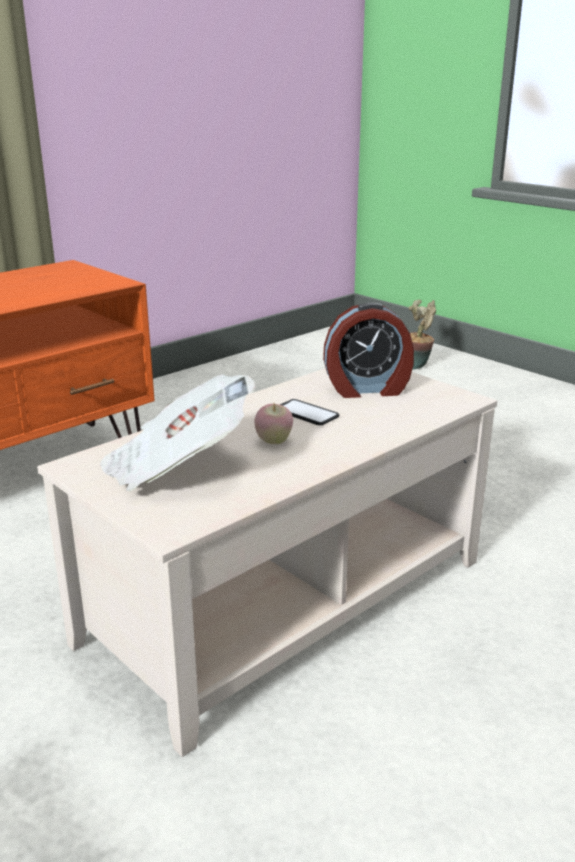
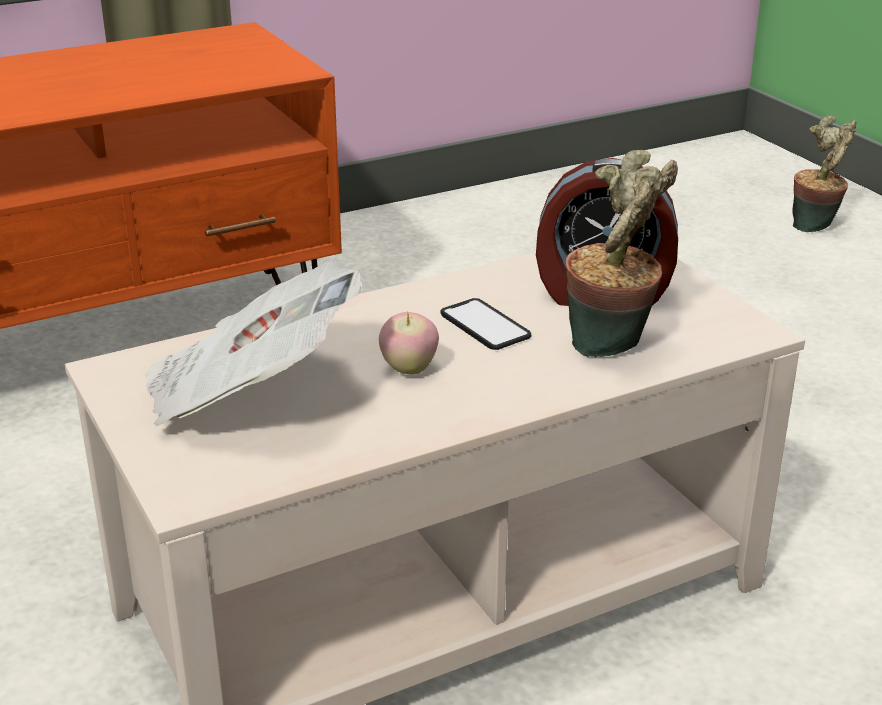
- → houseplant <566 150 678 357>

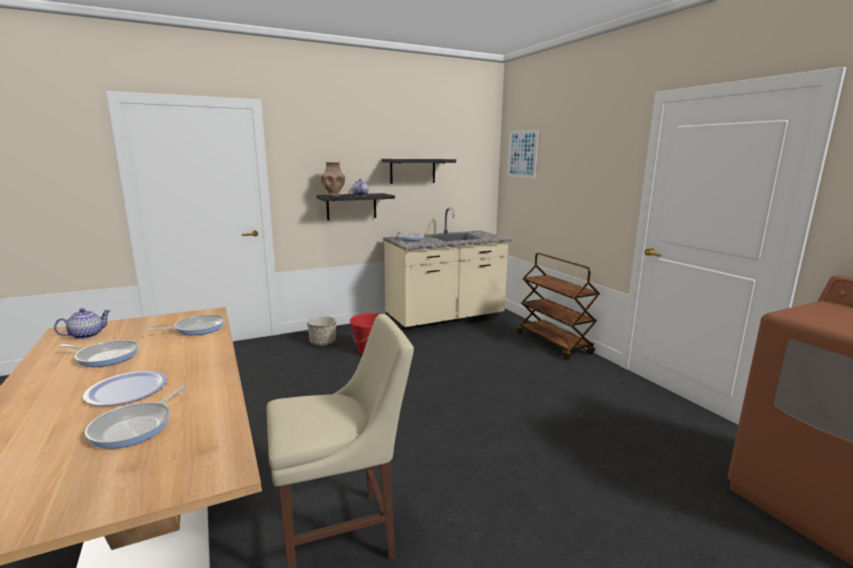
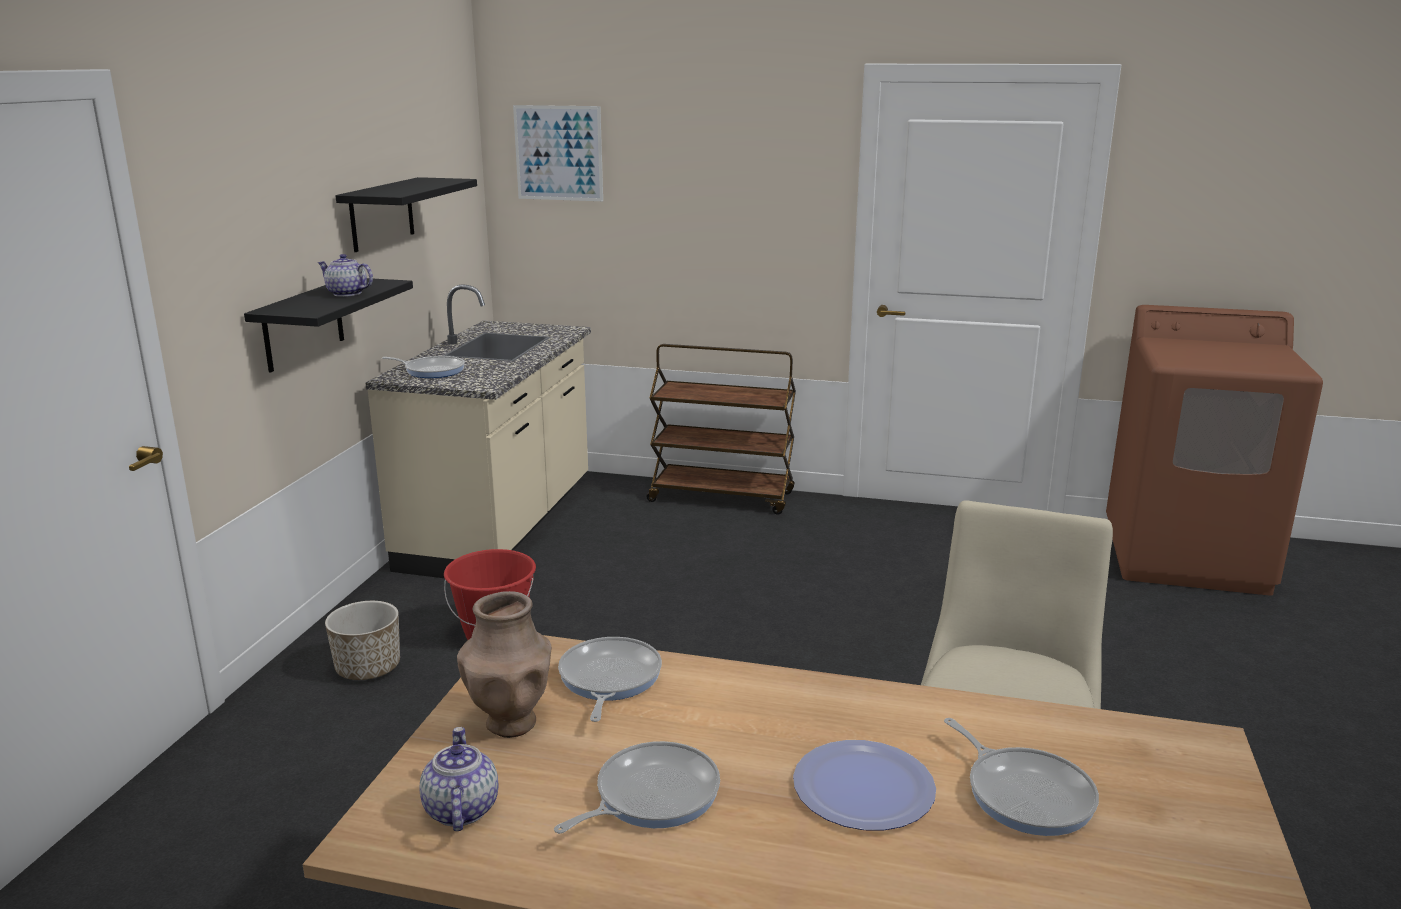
brown-coloured vase <321 162 345 197> → brown-coloured vase <457 591 552 738>, moved

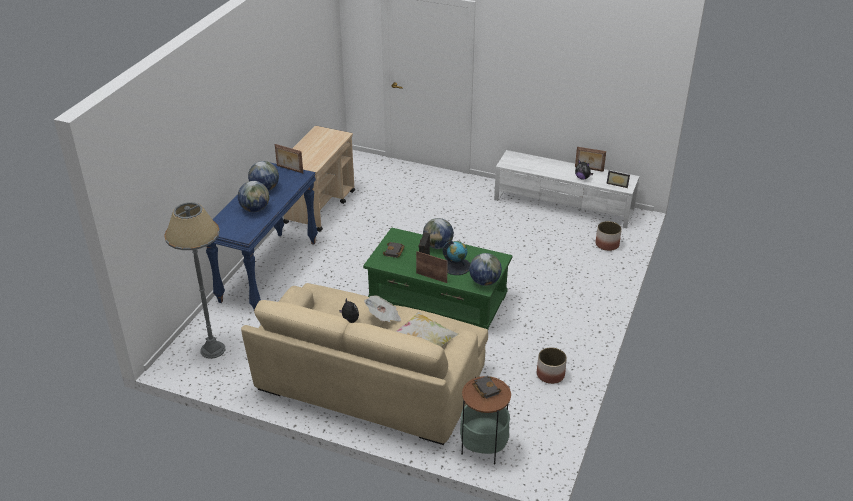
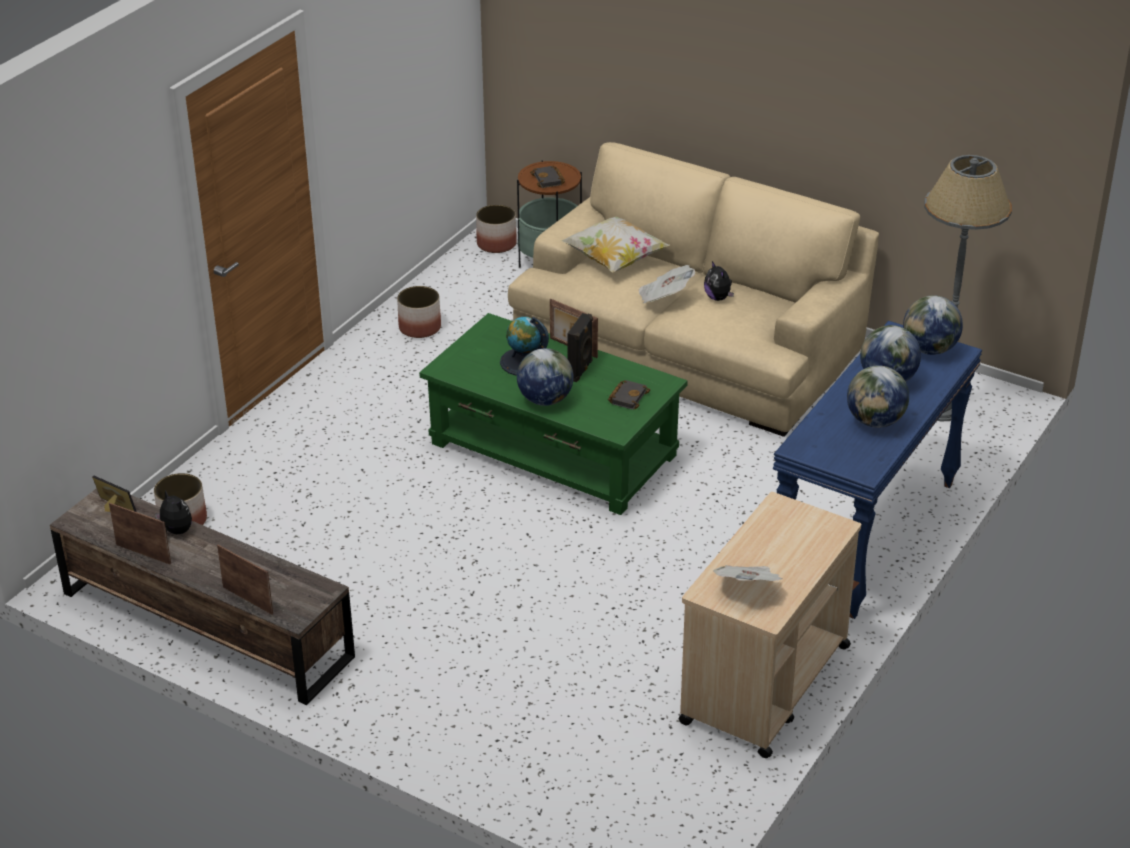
- → planter <476 205 517 253>
- → printed paper <713 565 783 581>
photo frame <275 144 303 173> → photo frame <217 545 273 615>, moved
desk globe <469 253 502 286> → desk globe <903 295 963 355>, moved
white-coloured tv stand <494 150 639 228> → brown-coloured tv stand <50 488 355 705>

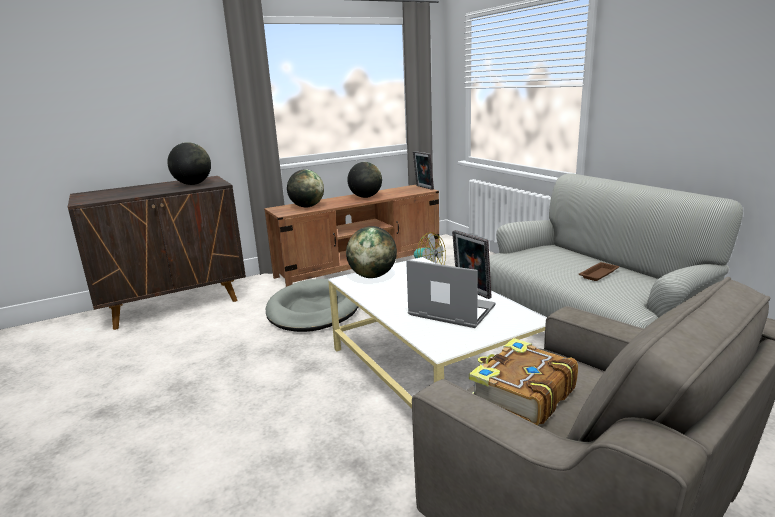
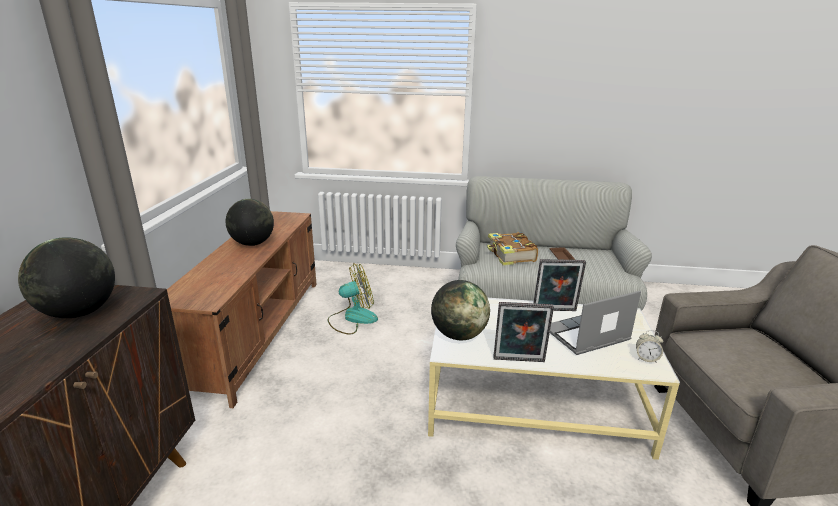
grey pet bed <266 278 358 332> → -
desk globe <287 169 324 208> → -
- → table clock <636 330 664 363>
photo frame <413 151 434 190> → photo frame <494 302 554 362>, moved
volume <469 338 578 426> → volume <487 232 538 266>, moved

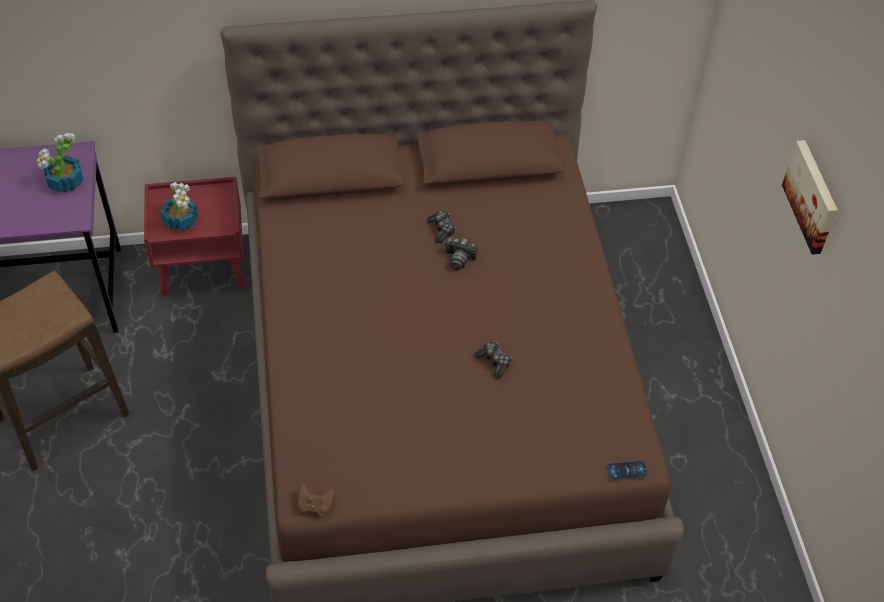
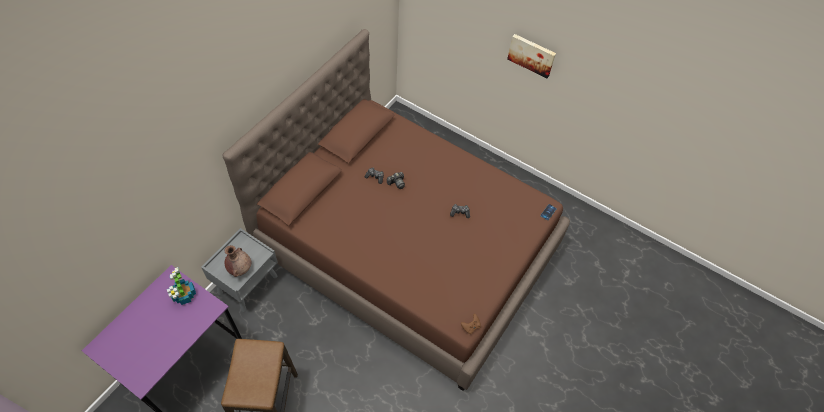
houseplant <160 182 199 231> → brown-coloured vase <224 245 251 277>
reddish bedside table <144 177 246 295> → grey bedside table <201 228 278 312>

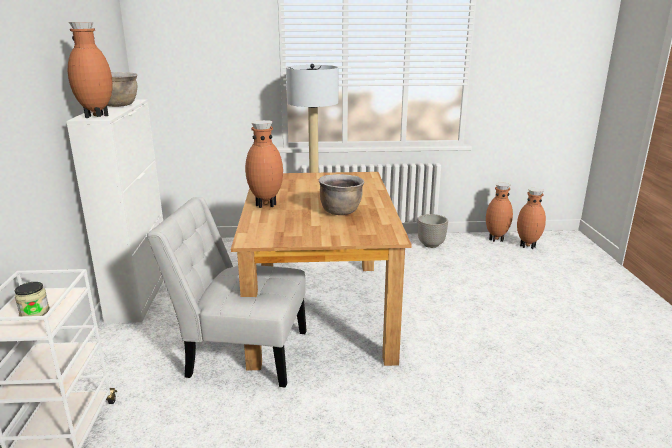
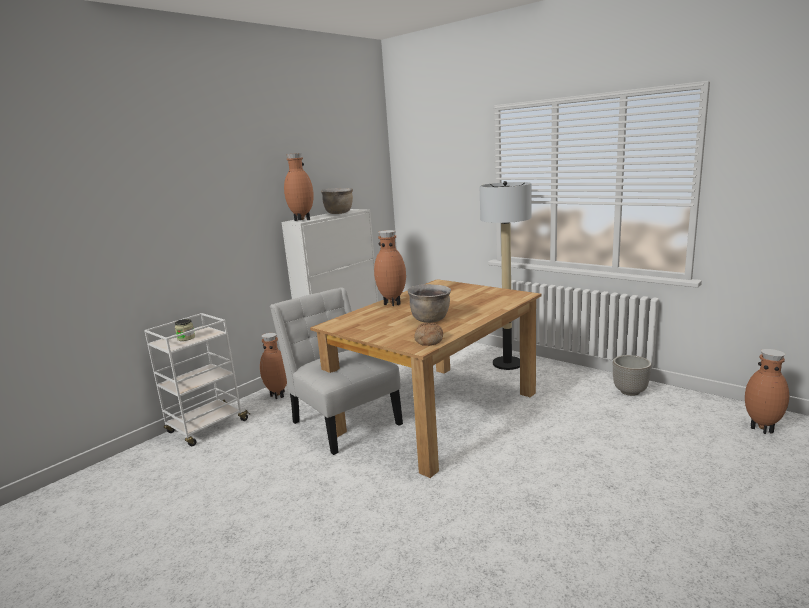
- → bakery bread <414 322 443 346>
brown-coloured vase <486 183 513 242> → brown-coloured vase <260 333 287 399>, moved

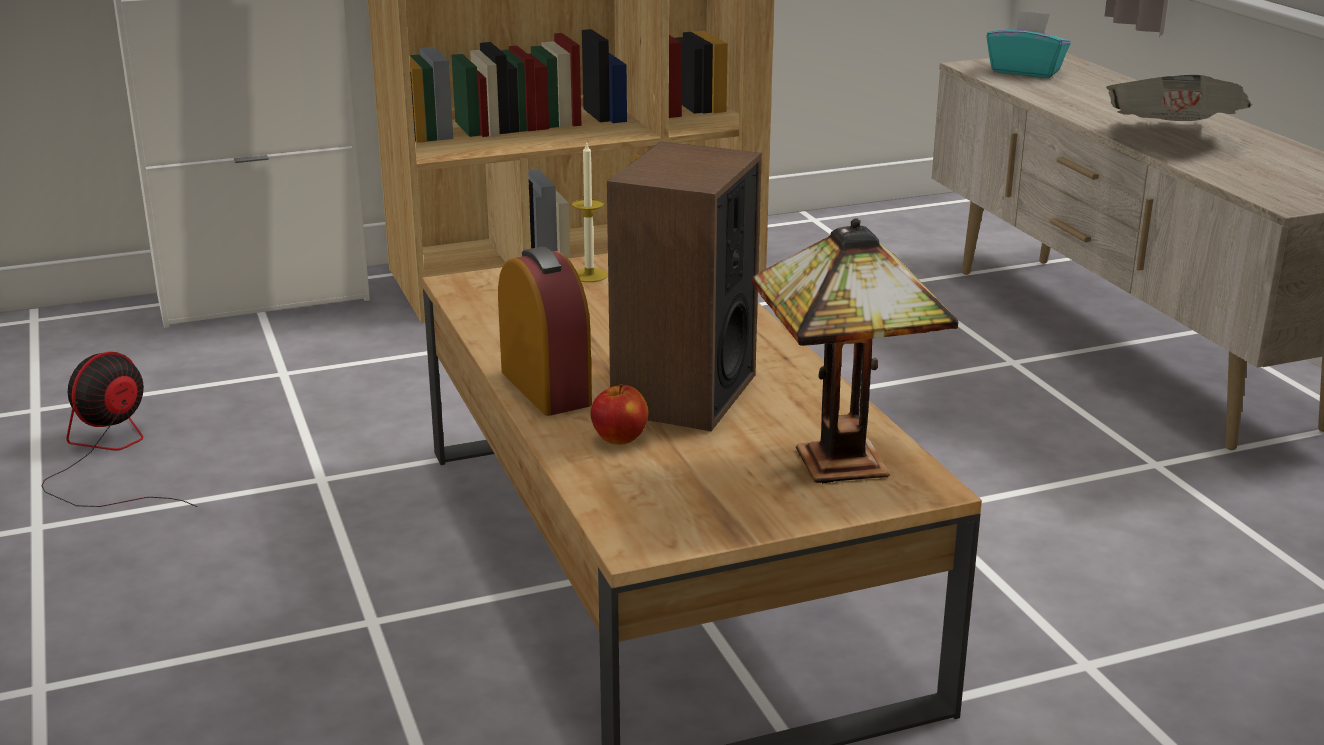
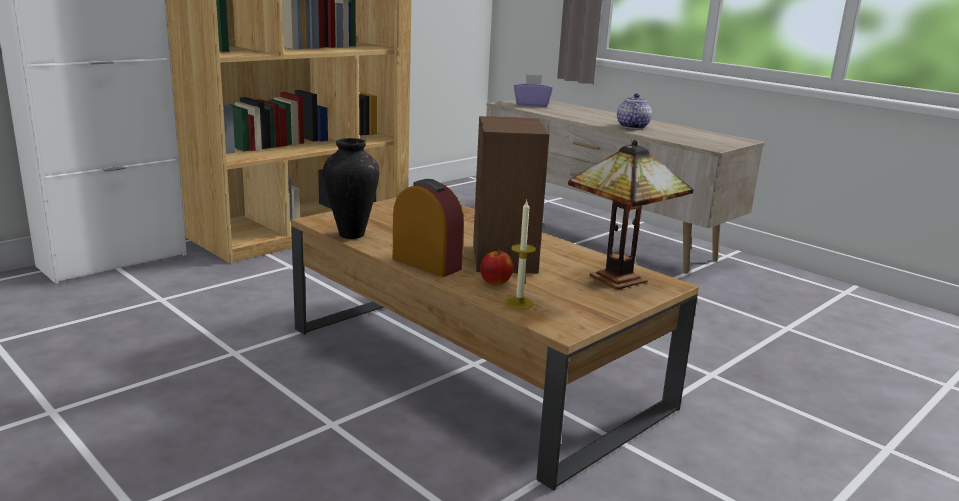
cooling fan <41 352 198 507> → -
- → vase <323 138 380 239>
candle <572 141 608 282> → candle <505 201 536 309>, moved
printed paper <1106 75 1252 121> → teapot <617 93 652 129>
blue-green tissue box <986 10 1071 78> → purplish tissue box <514 74 553 107>

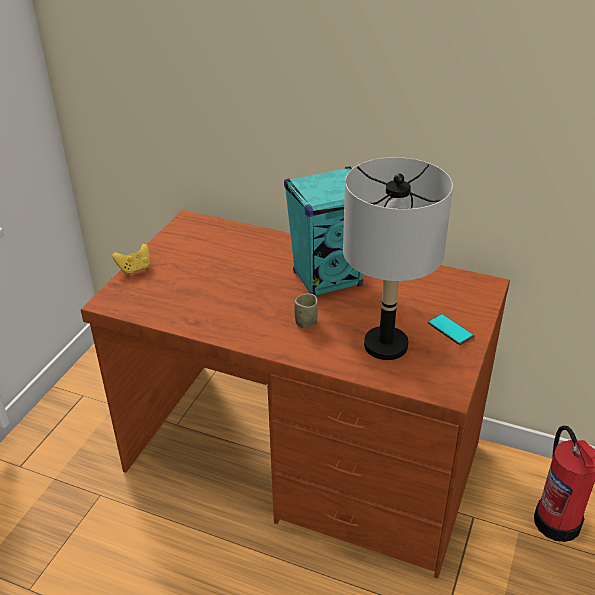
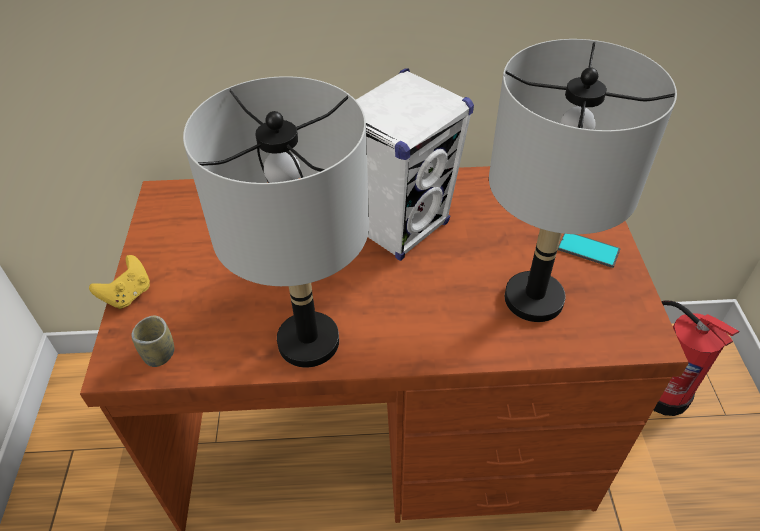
- → grey table lamp <183 76 369 368>
cup <294 294 318 328> → cup <131 316 174 367>, moved
blue-green audio speaker <284 166 363 296> → white-coloured audio speaker <356 68 474 261>

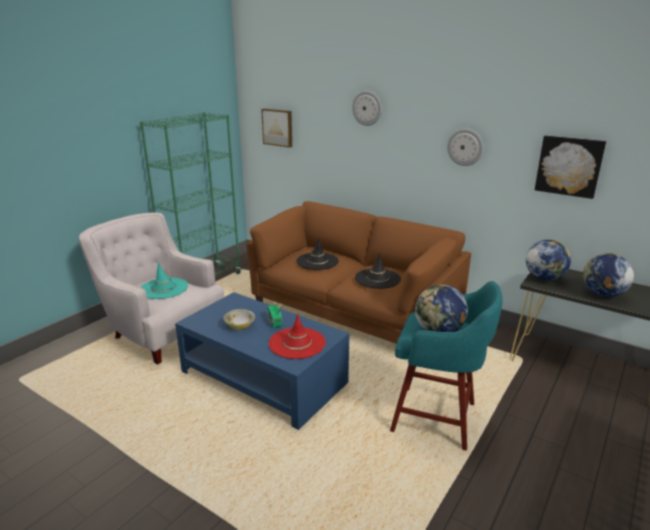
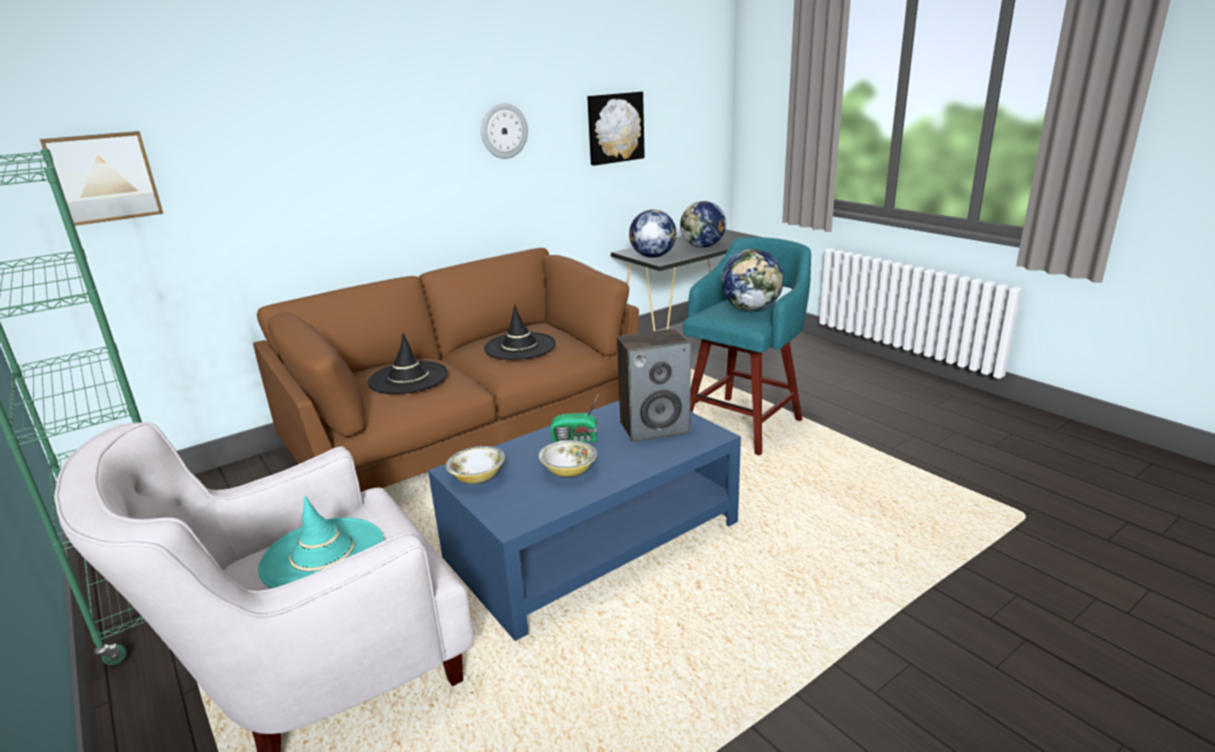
clock on the wall <352 91 382 126> → -
- → bowl <446 446 505 484>
reddish clothing hat <269 314 326 359> → audio speaker <617 329 691 442>

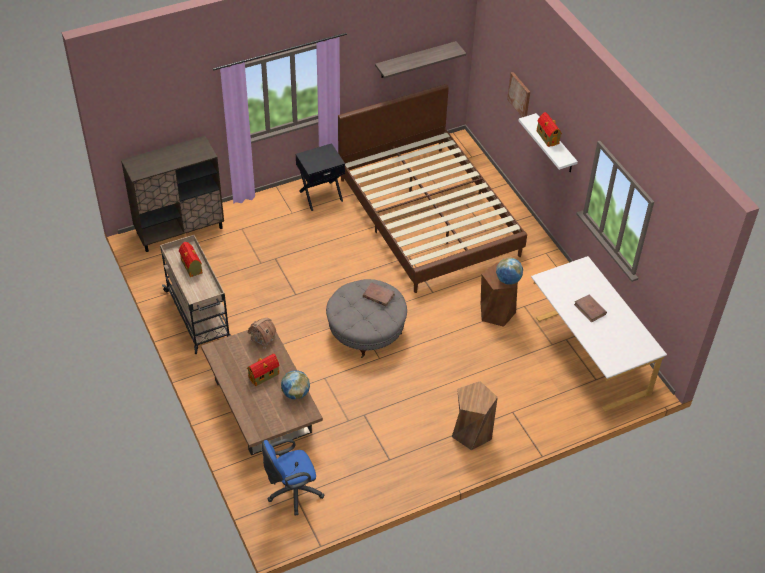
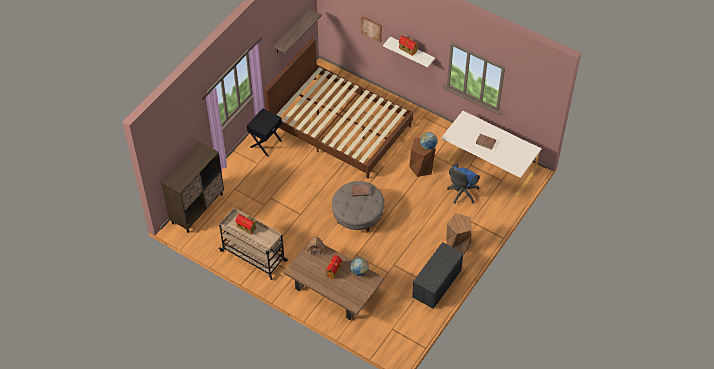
- → grey indoor bench <412 242 463 309>
bluish office chair <262 438 324 515> → bluish office chair <447 163 480 204>, moved

